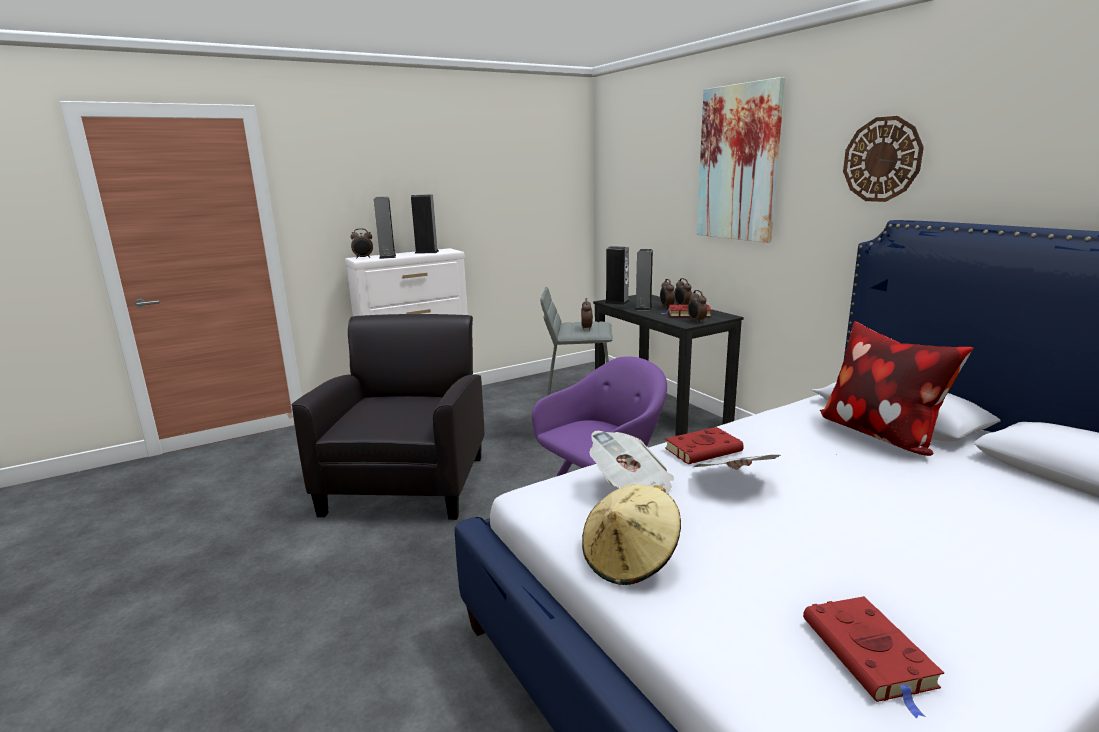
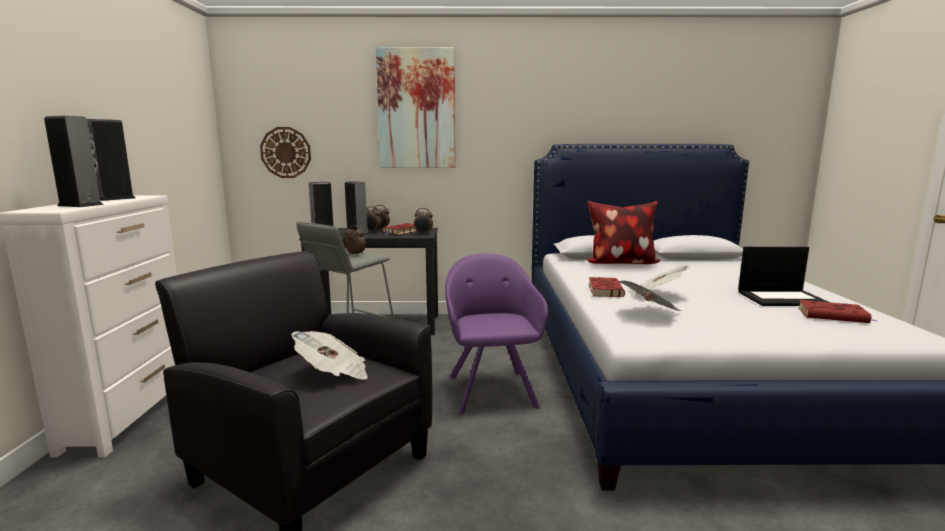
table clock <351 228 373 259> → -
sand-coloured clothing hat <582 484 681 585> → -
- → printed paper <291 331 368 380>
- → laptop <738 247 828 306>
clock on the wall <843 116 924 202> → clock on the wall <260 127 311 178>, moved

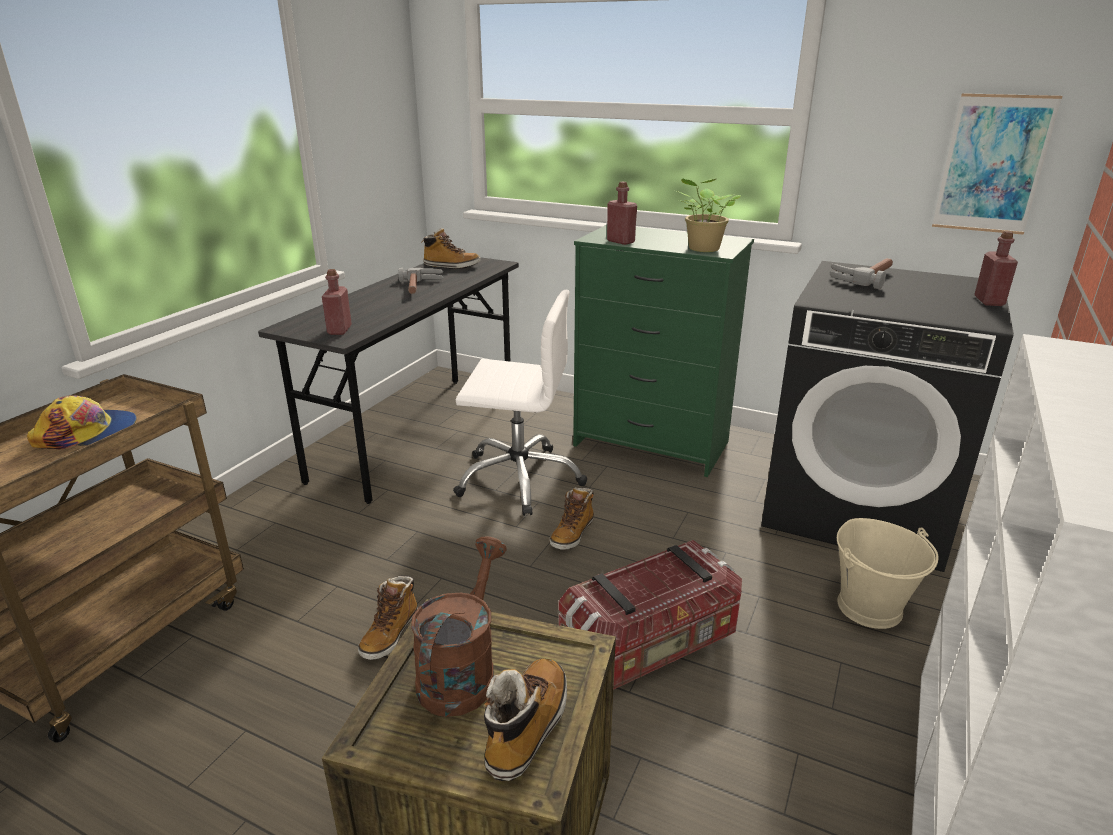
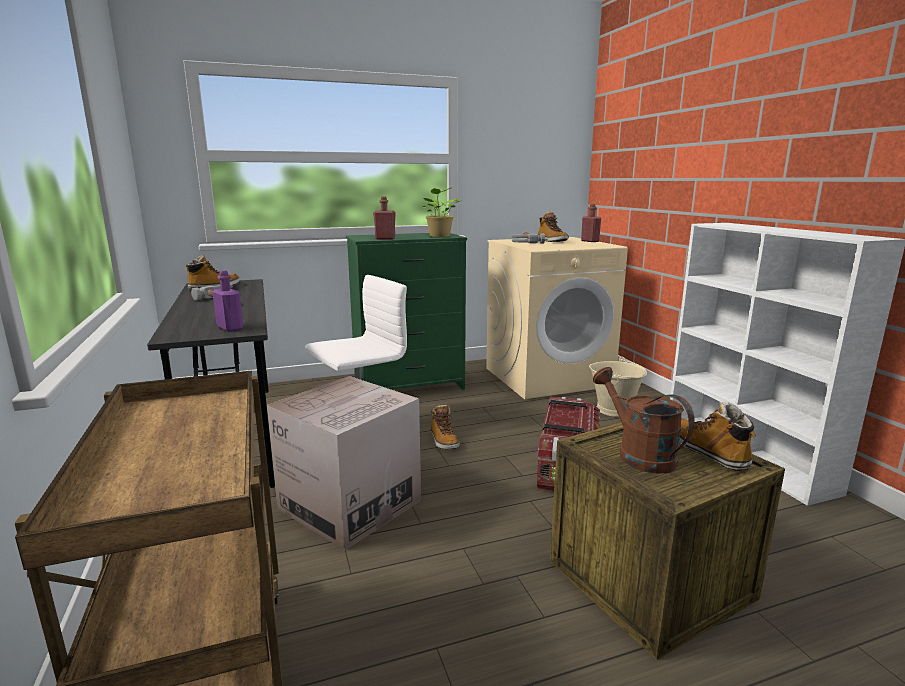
baseball cap <27 395 136 449> → -
wall art <932 93 1062 235> → -
- → packing box <267 376 421 550>
high-top boot <358 575 418 660> → high-top boot <538 212 569 242>, moved
reddish drink bottle <322 269 352 335> → purplish drink bottle <212 270 243 332>
blackish laundry appliance <761 261 1014 572> → sand-coloured laundry appliance <486 237 628 399>

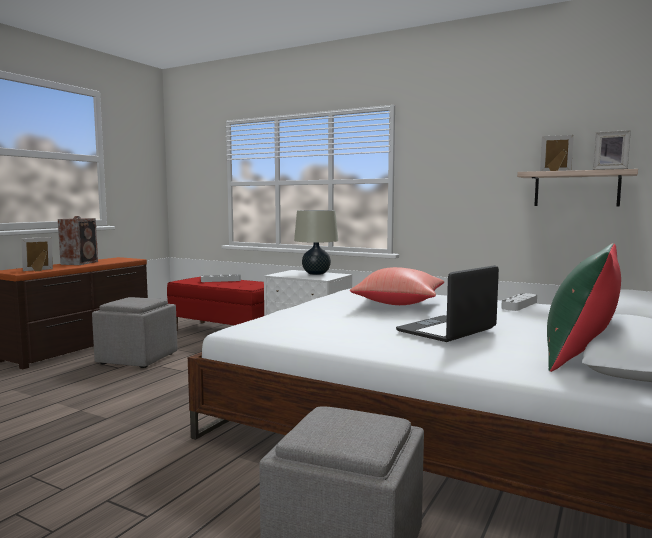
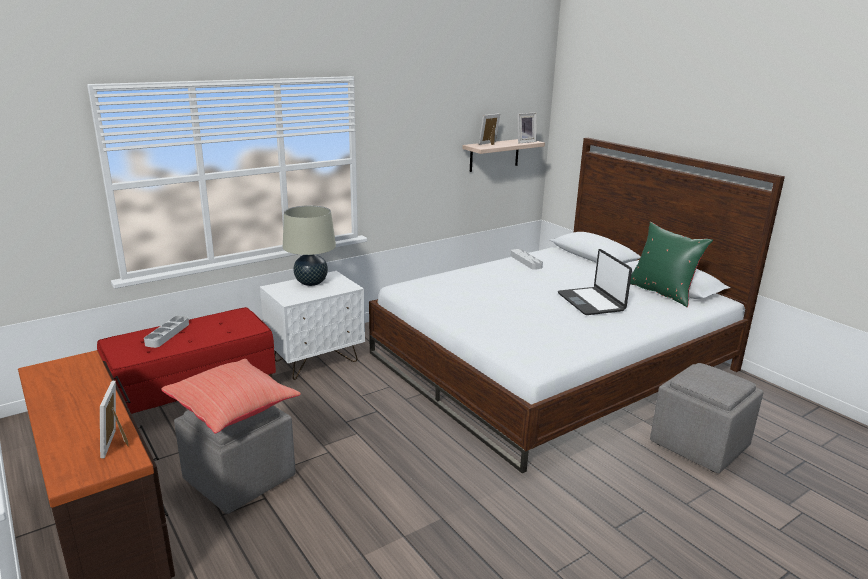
audio speaker <58 216 98 265> → -
reddish throw pillow <350 267 444 305> → reddish throw pillow <162 359 301 434>, moved

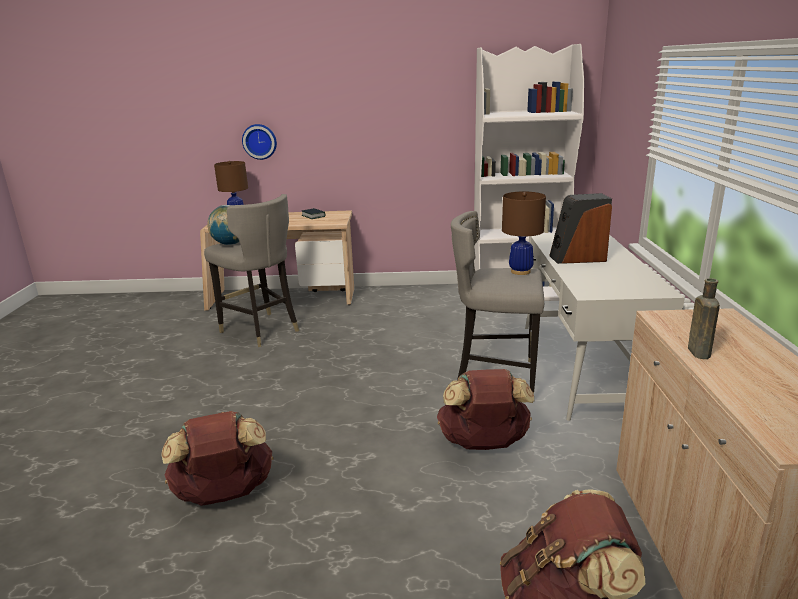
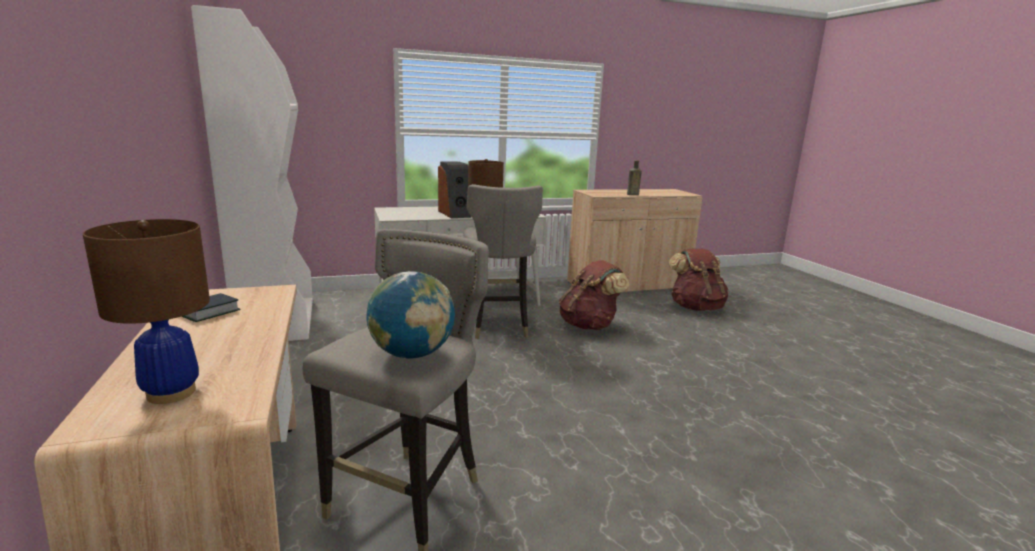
brown-coloured backpack <161 411 273 506> → -
clock on the wall <242 124 277 160> → -

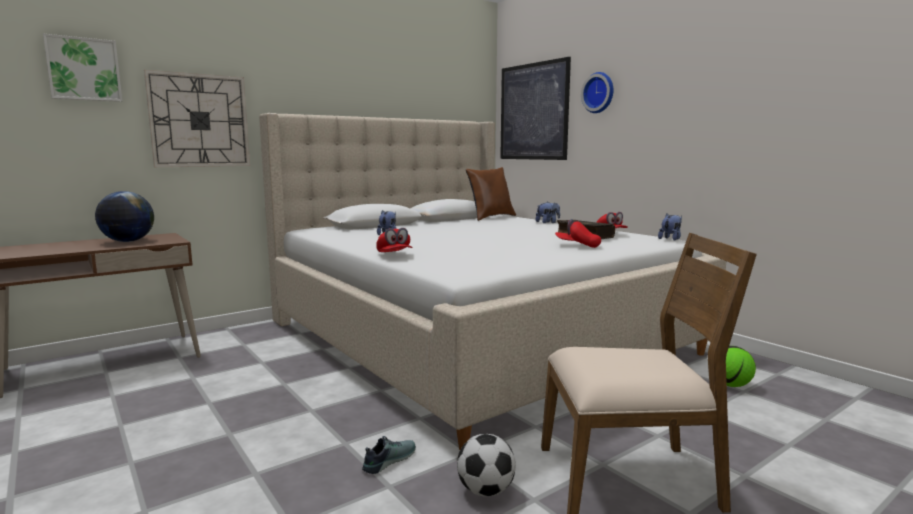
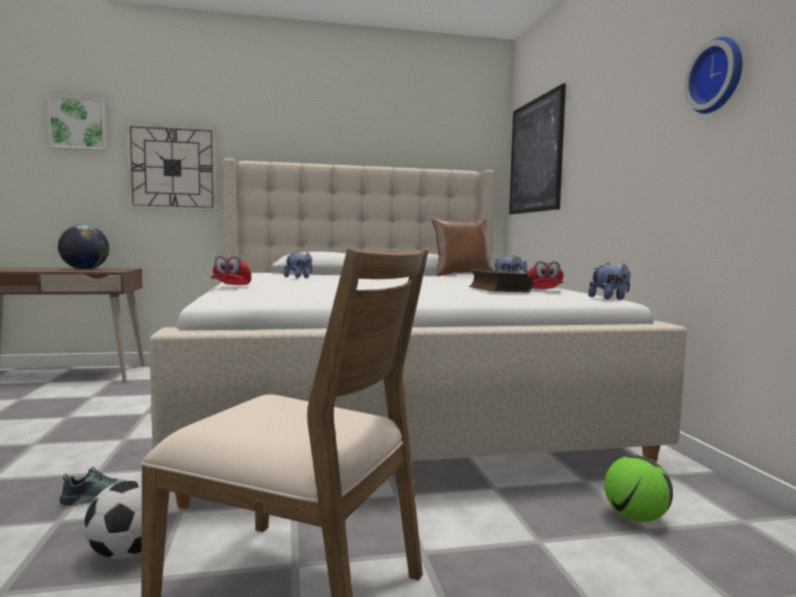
reddish baseball cap <555 219 601 248> → -
clock on the wall <581 72 613 113> → clock on the wall <684 36 743 114>, moved

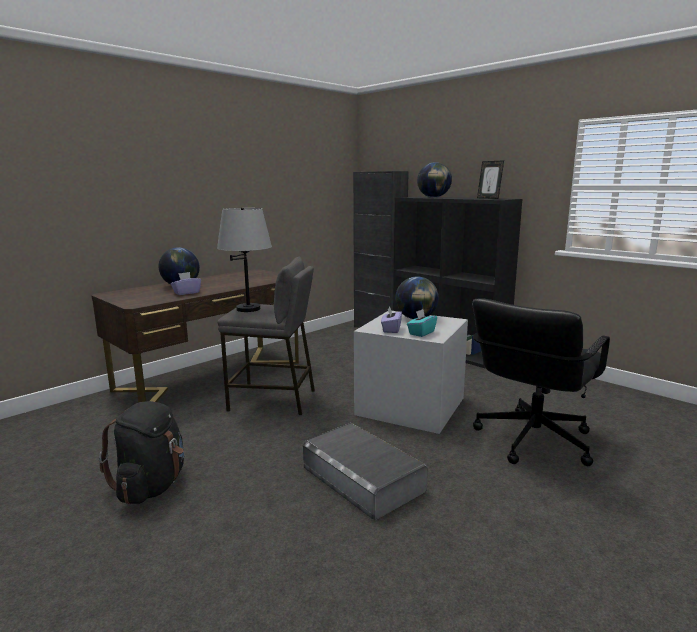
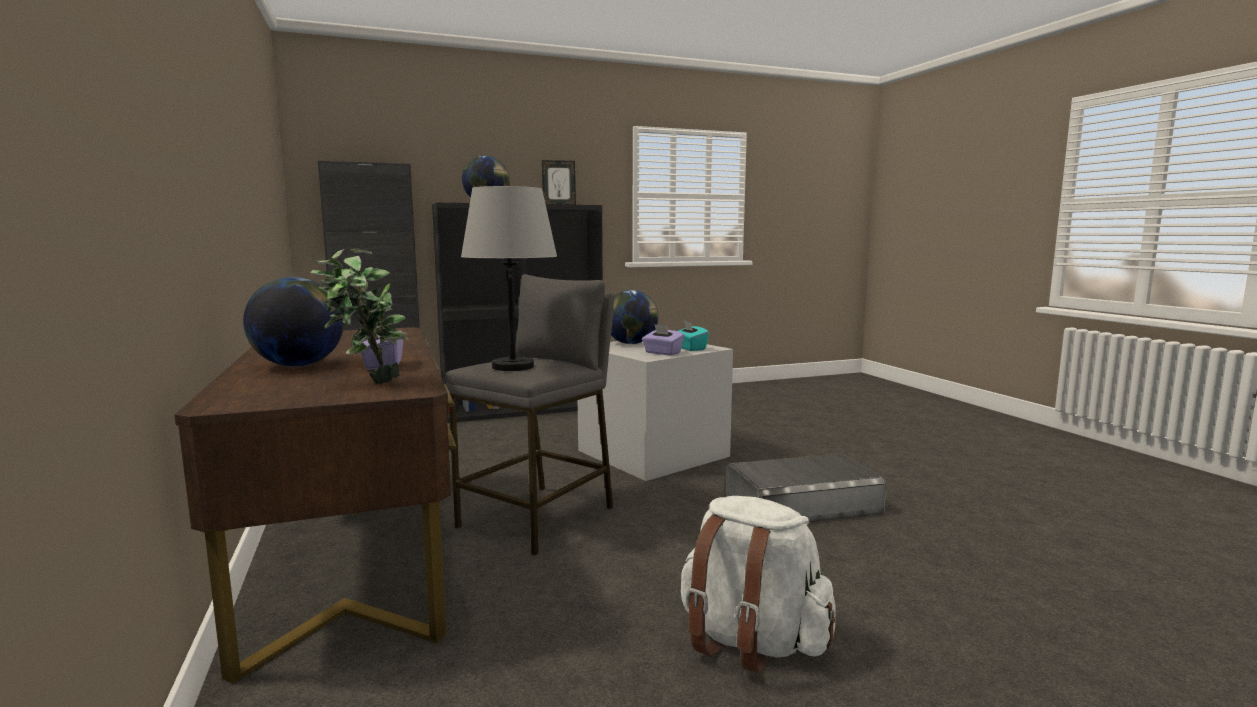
blackish office chair <472 298 610 466> → -
- → houseplant <310 249 408 384>
blackish backpack <99 401 185 504> → white-coloured backpack <681 496 836 673>

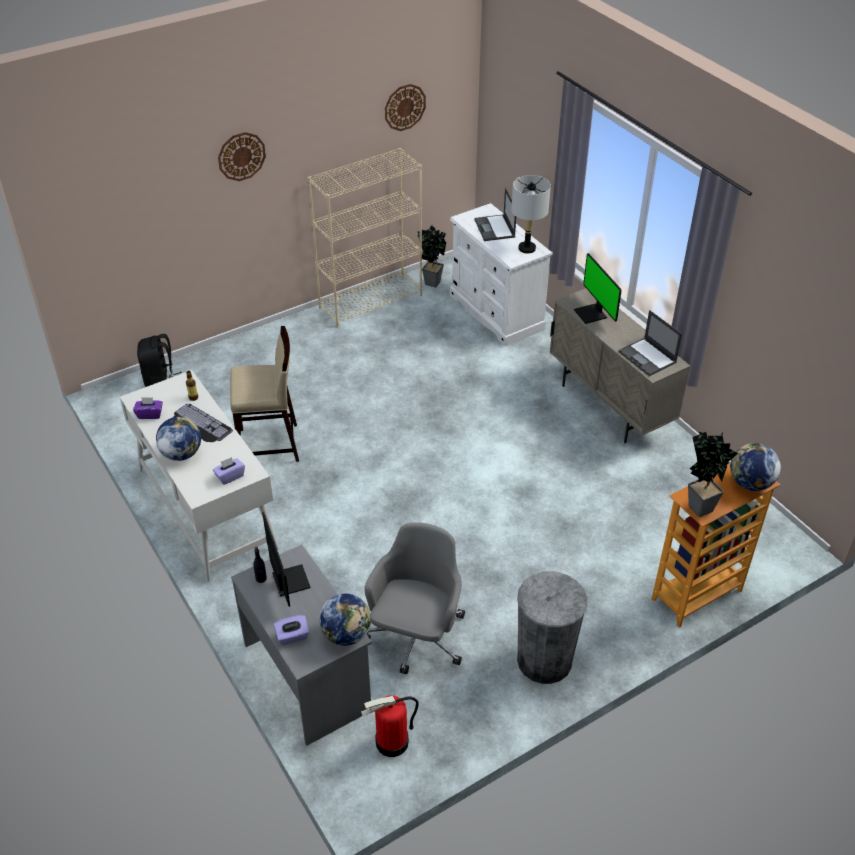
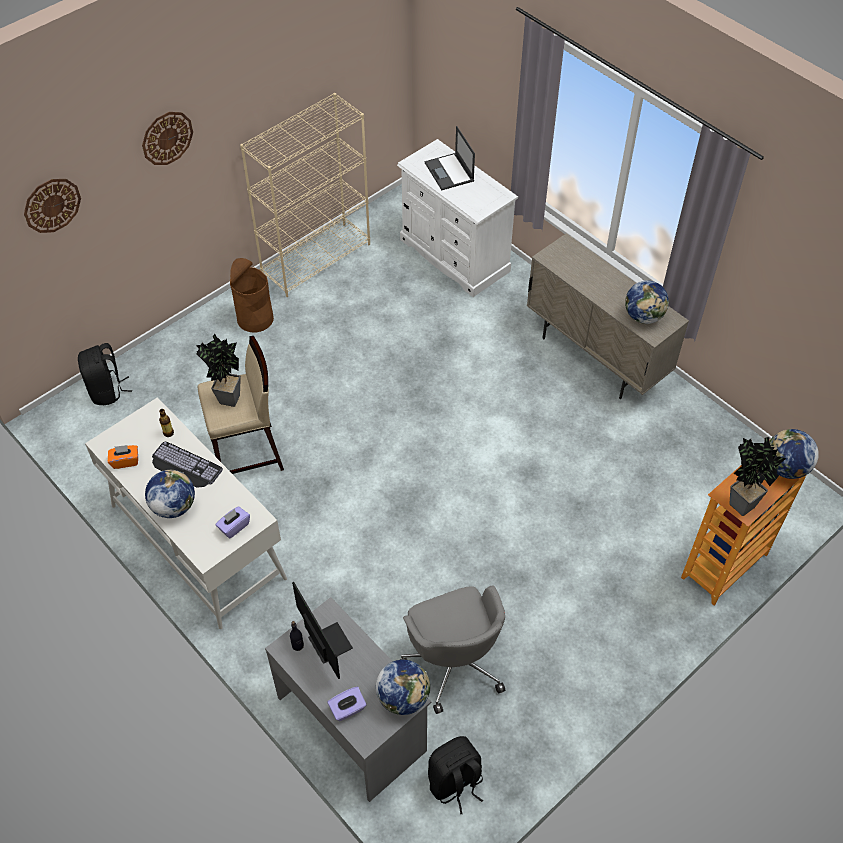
grey table lamp <511 175 551 254> → -
grey rubbish bin <517 571 588 684> → -
computer screen <574 253 621 324> → -
- → brown-coloured rubbish bin <230 258 274 332>
clock on the wall <385 84 426 131> → clock on the wall <24 179 81 233>, moved
houseplant <417 225 446 287> → houseplant <196 334 241 407>, moved
extinguisher <361 696 419 757> → blackish backpack <428 736 483 814>
laptop <618 310 682 376> → desk globe <625 280 669 324>
purplish tissue box <133 397 163 419> → orangey tissue box <108 445 138 469>
grey office chair <364 522 465 674> → grey office chair <400 585 505 714>, 150 degrees clockwise

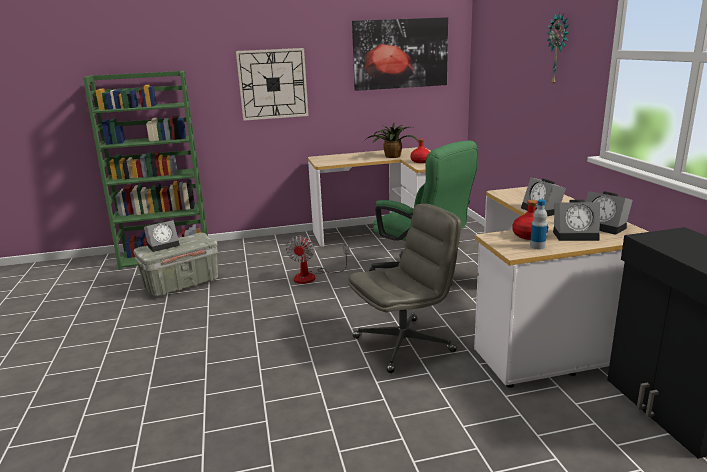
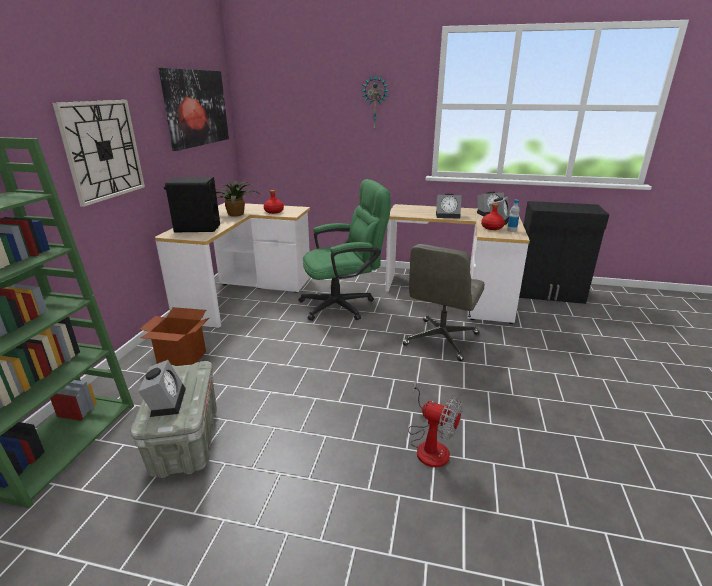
- → packing box <139 307 209 366>
- → blackish audio speaker <164 177 220 232>
cooling fan <286 236 349 284> → cooling fan <408 380 462 467>, moved
grey office chair <348 204 461 373> → grey office chair <403 244 485 361>, 150 degrees counterclockwise

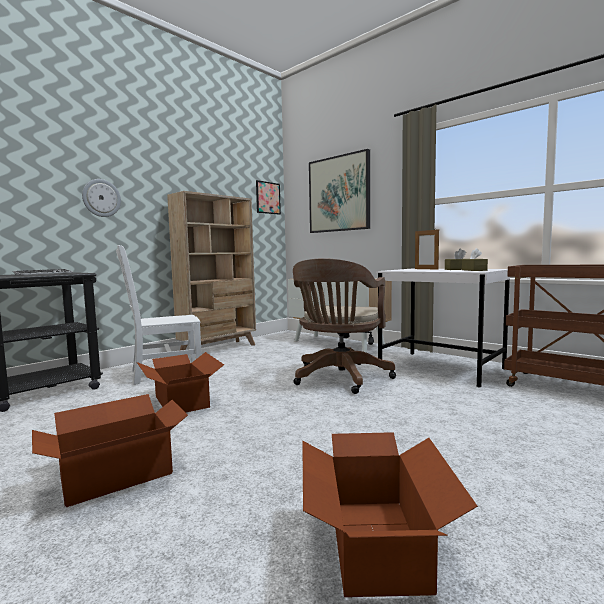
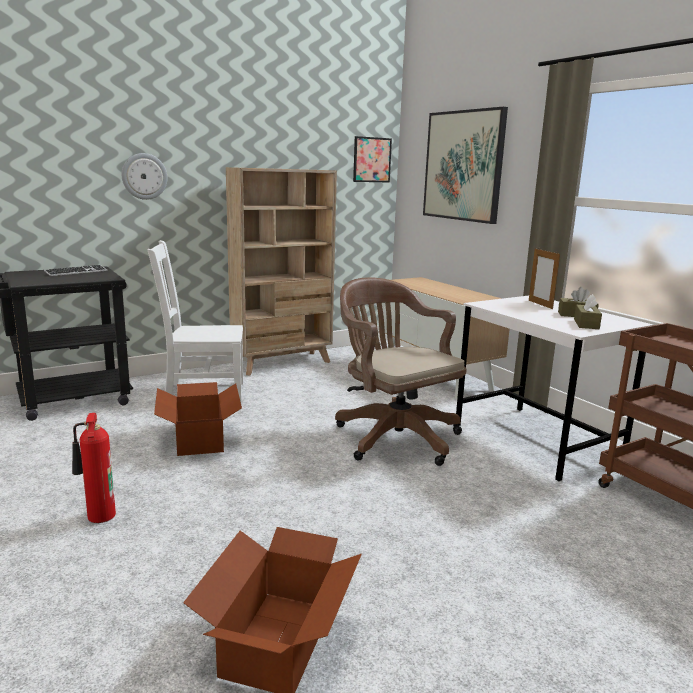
packing box <32 394 188 507> → extinguisher <72 413 116 523>
brown-coloured office chair <293 258 396 394> → brown-coloured office chair <335 277 467 466>, 105 degrees clockwise

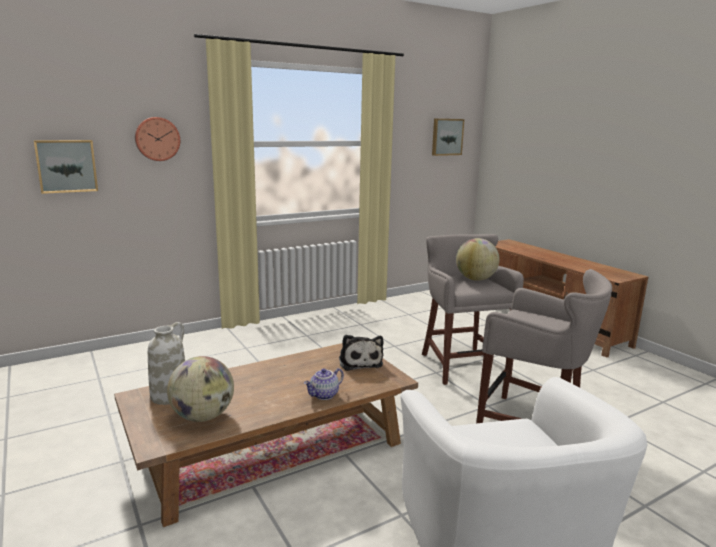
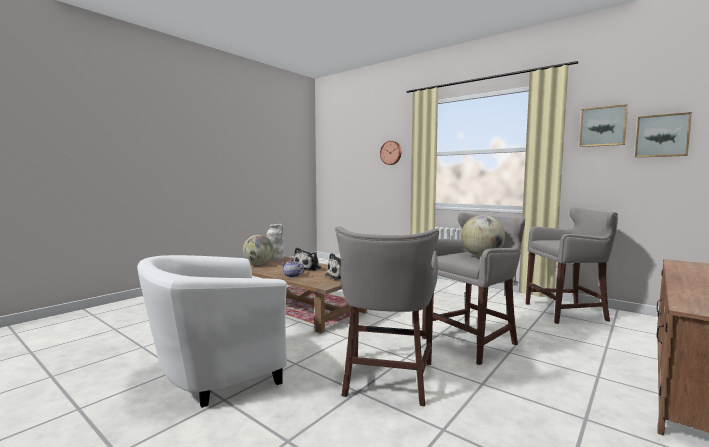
- → soft toy <294 248 322 271>
- → grey stool <526 207 618 324>
wall art <34 140 98 194> → wall art <579 104 628 147>, moved

